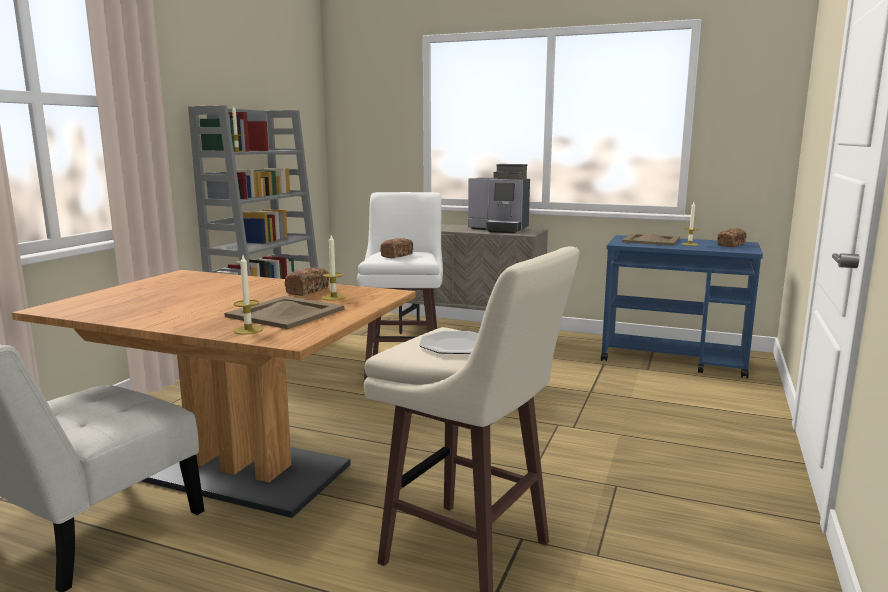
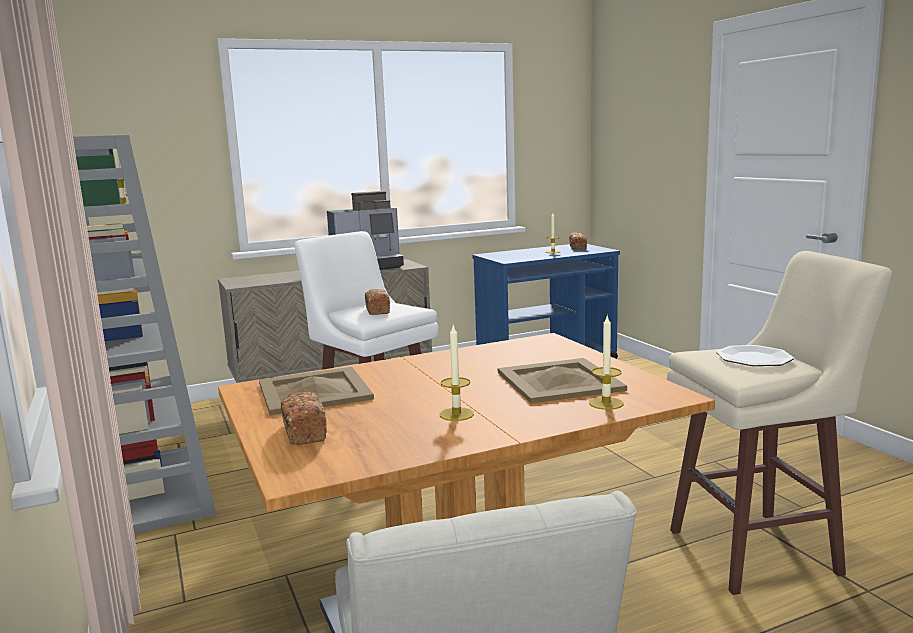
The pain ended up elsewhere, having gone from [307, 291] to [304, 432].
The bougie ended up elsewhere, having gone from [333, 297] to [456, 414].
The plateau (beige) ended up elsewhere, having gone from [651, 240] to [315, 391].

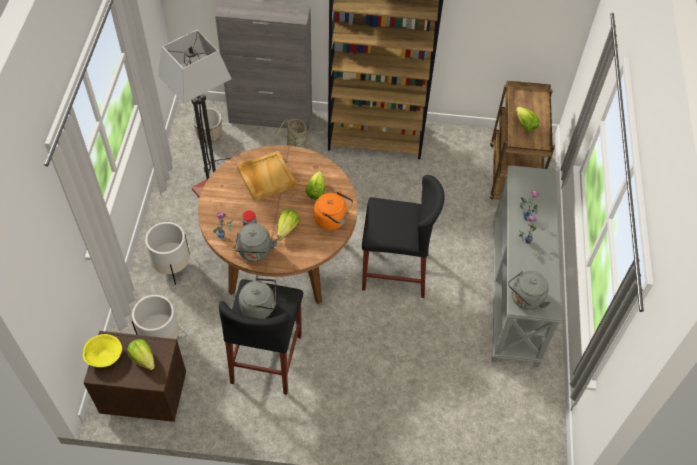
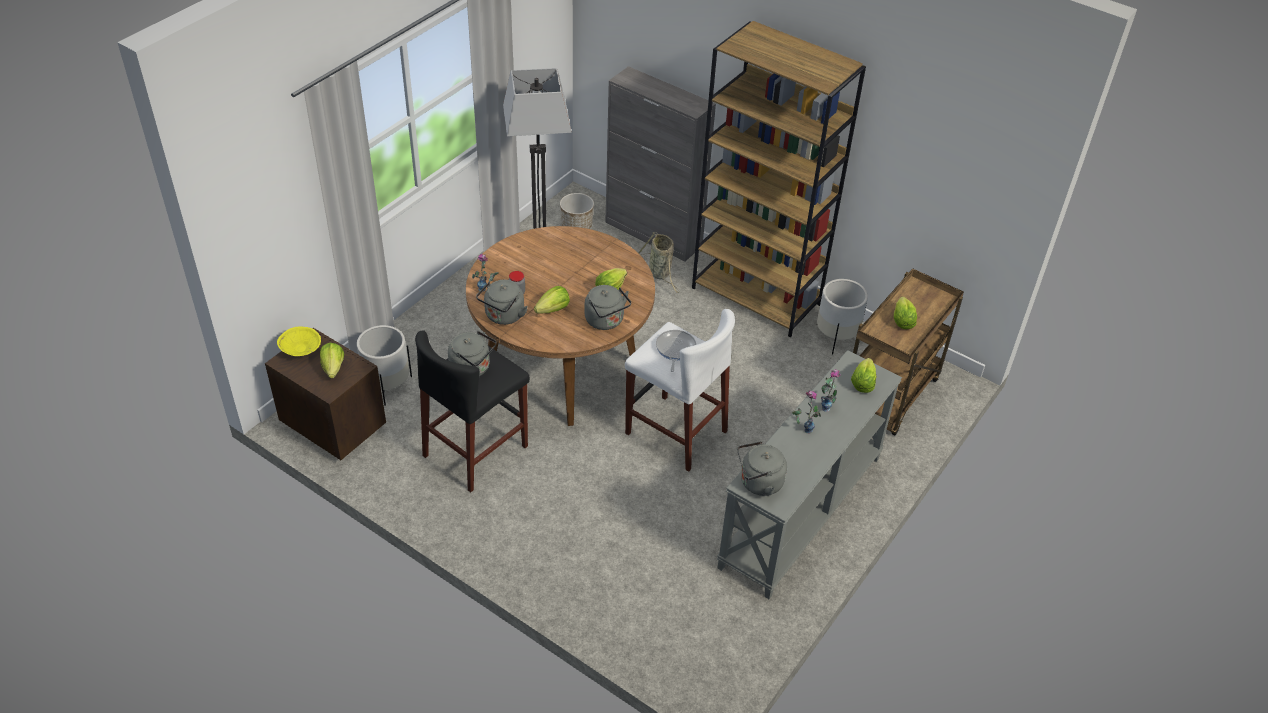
The cache-pot (blanc) ended up elsewhere, having gone from [172, 266] to [836, 337].
The second view lost the plateau (beige) at [266, 177].
What was the bouilloire (orange) at [332, 220] turned into the bouilloire (gris) at [606, 321].
What was the tabouret (noir) at [395, 271] turned into the tabouret (blanc) at [675, 432].
The second view gained the poêle at [675, 349].
The second view gained the laitue at [862, 383].

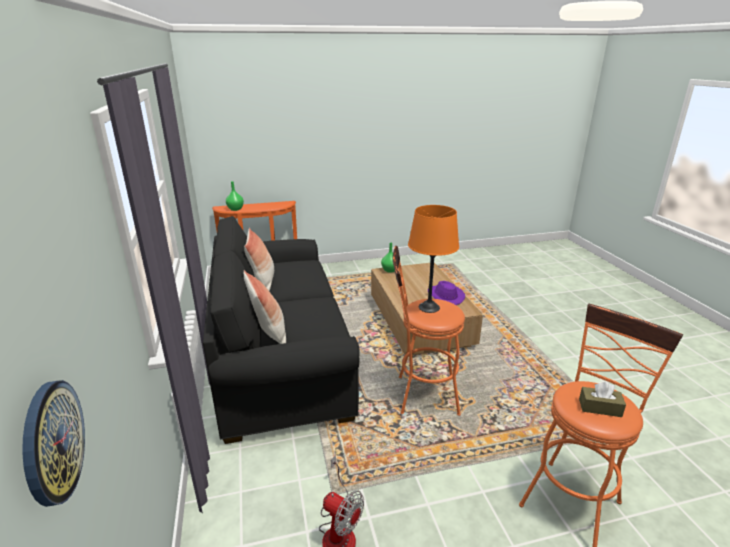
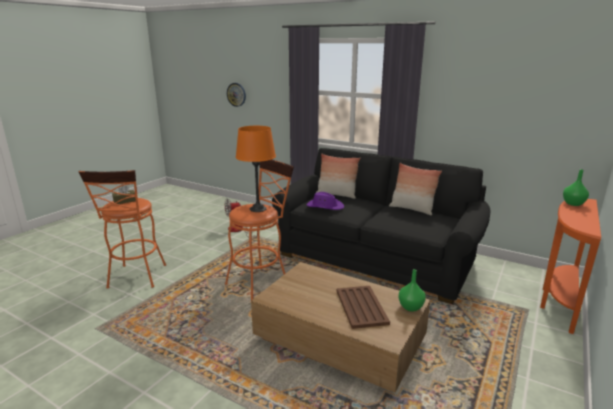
The chapeau (violet) ended up elsewhere, having gone from [445, 296] to [325, 206].
The second view gained the plateau (marron) at [361, 306].

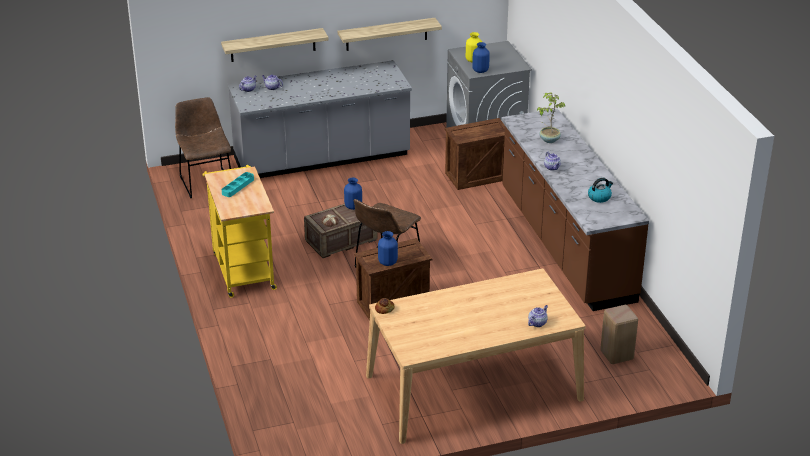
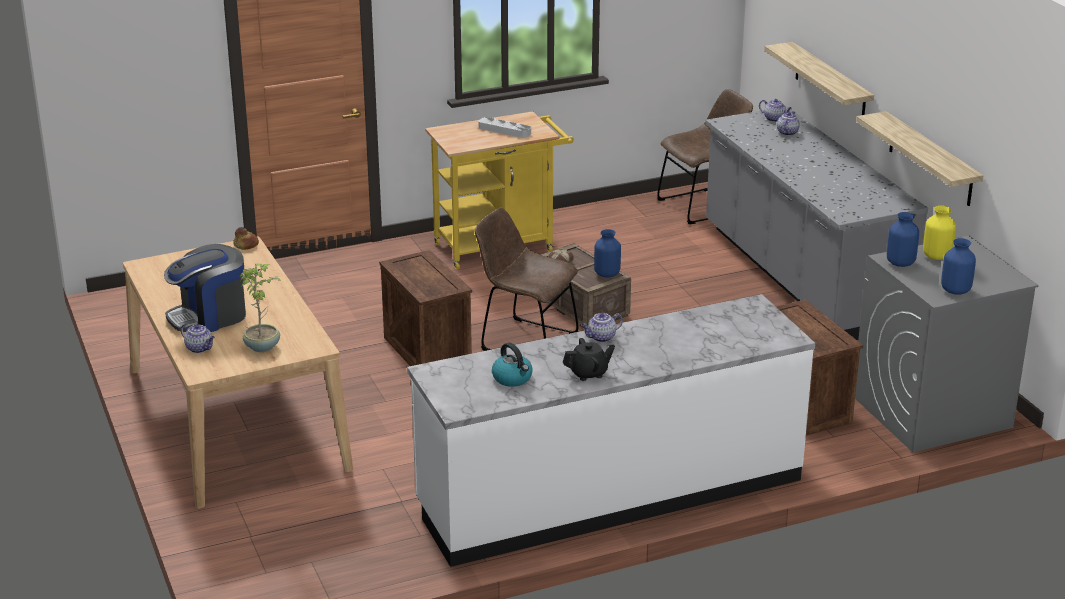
What was the plateau (turquoise) at [238, 186] turned into the plateau (gris) at [504, 130].
The vase (bleu) ended up elsewhere, having gone from [387, 262] to [956, 290].
What was the comptoir de cuisine (marron) at [565, 245] turned into the comptoir de cuisine (blanc) at [610, 493].
The plante en pot ended up elsewhere, having gone from [549, 140] to [263, 346].
The second view lost the tabouret (beige) at [617, 355].
The second view gained the machine à café at [209, 316].
The second view gained the théière (noir) at [588, 373].

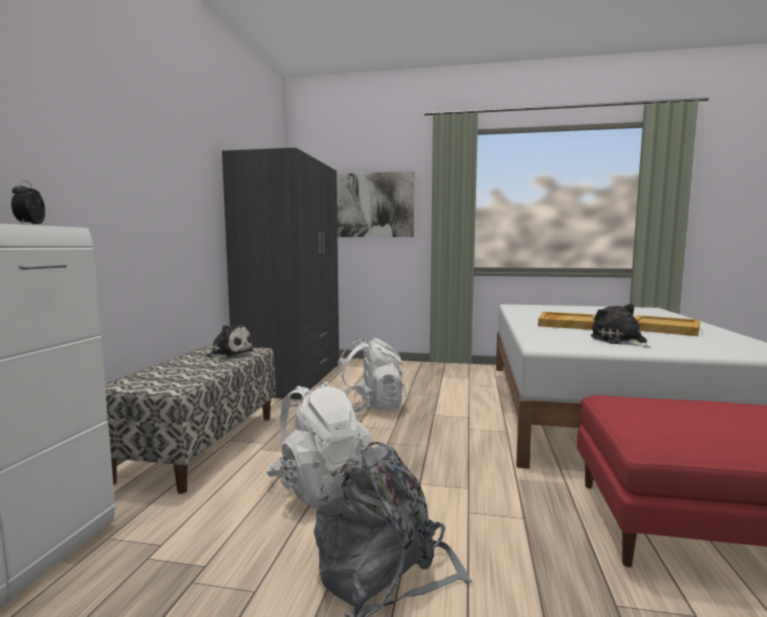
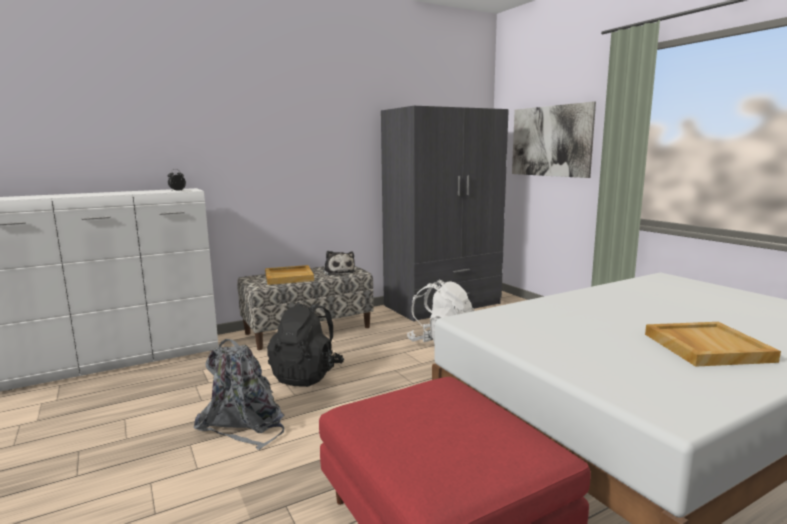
What was the sac à dos (blanc) at [321, 487] turned into the sac à dos (noir) at [307, 375].
The plateau (beige) ended up elsewhere, having gone from [567, 323] to [289, 277].
The second view lost the peluche at [620, 341].

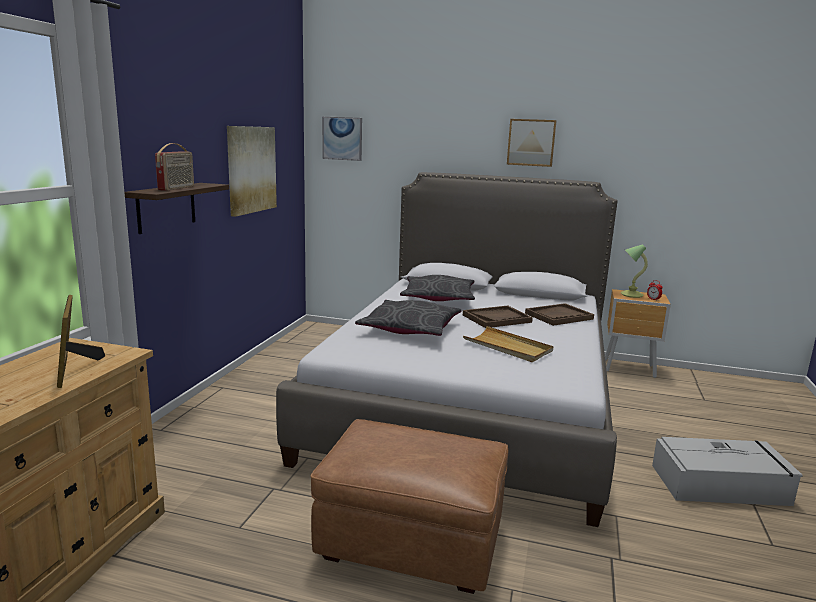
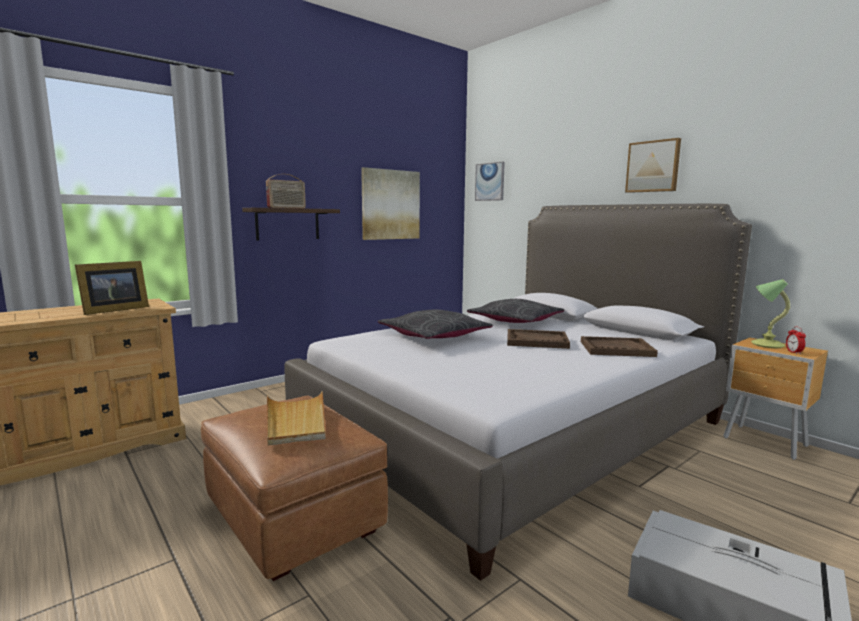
The cadre photo at [75, 369] ended up facing another way, 150 degrees counterclockwise from before.
The plateau (beige) ended up elsewhere, having gone from [508, 347] to [296, 421].

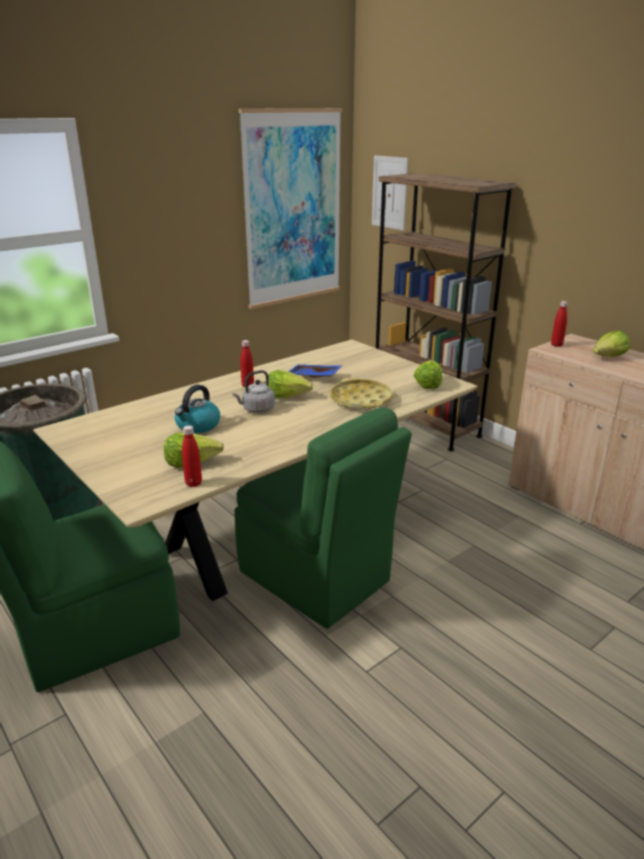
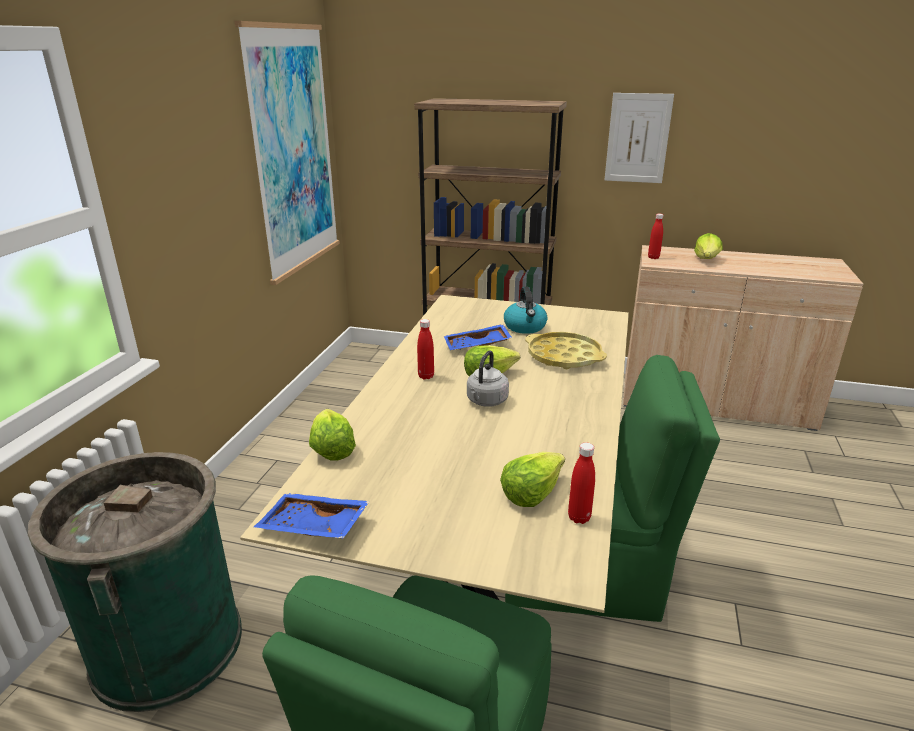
The bouilloire ended up elsewhere, having gone from [197, 426] to [525, 327].
The tableau ended up elsewhere, having gone from [389, 192] to [637, 138].
The laitue ended up elsewhere, having gone from [428, 384] to [331, 449].
The second view gained the plateau (bleu) at [312, 527].

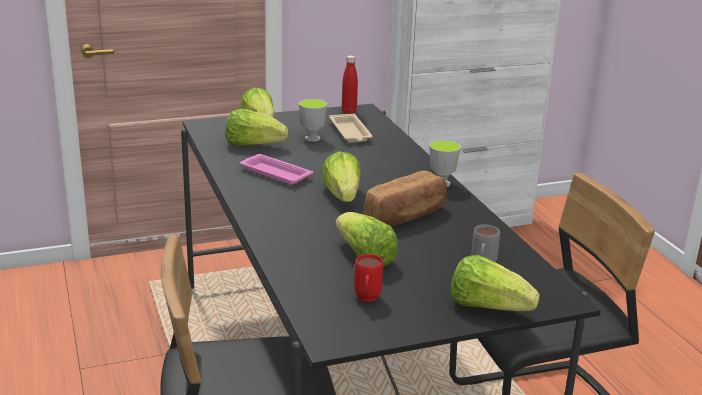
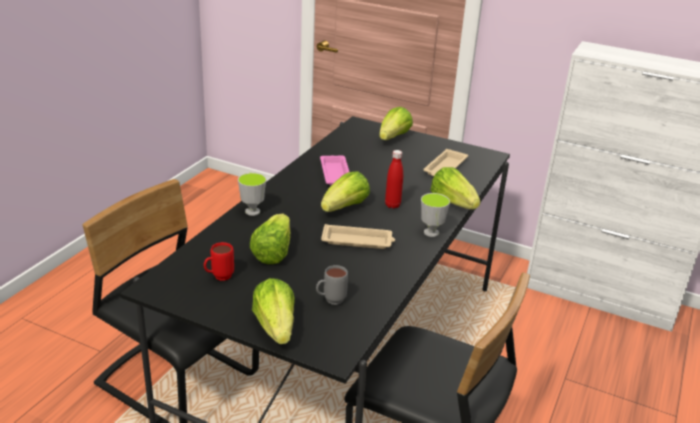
The laitue ended up elsewhere, having gone from [253, 145] to [453, 203].
The tasse ended up elsewhere, having gone from [312, 138] to [252, 211].
The bouteille (rouge) ended up elsewhere, having gone from [349, 112] to [392, 205].
Where the pain stood at [407, 215], the plateau (beige) came to stand at [358, 241].

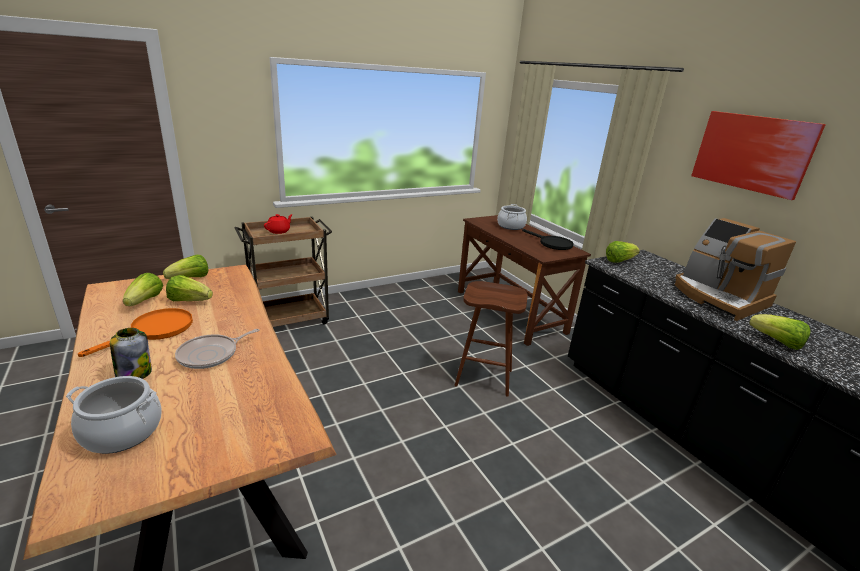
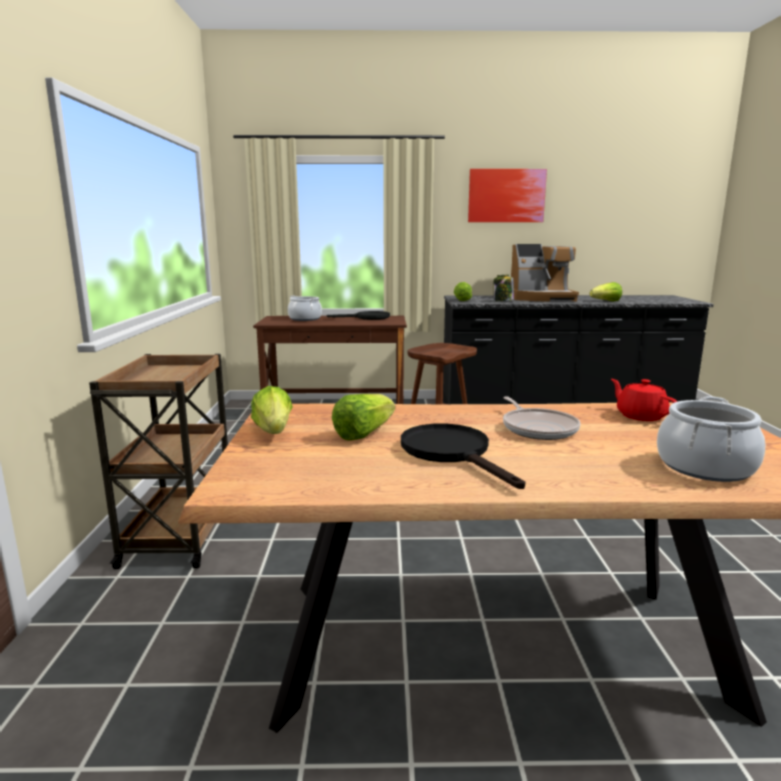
What was the poêle (orange) at [154, 331] turned into the poêle (noir) at [452, 453].
The bocal ended up elsewhere, having gone from [134, 373] to [503, 301].
The second view lost the laitue at [145, 301].
The théière (rouge) ended up elsewhere, having gone from [279, 231] to [640, 416].

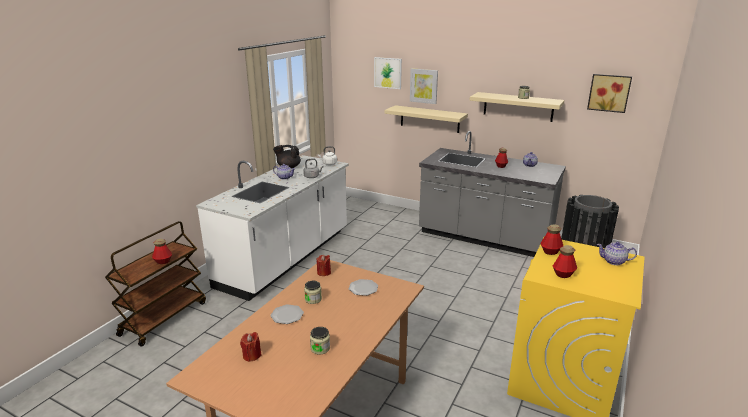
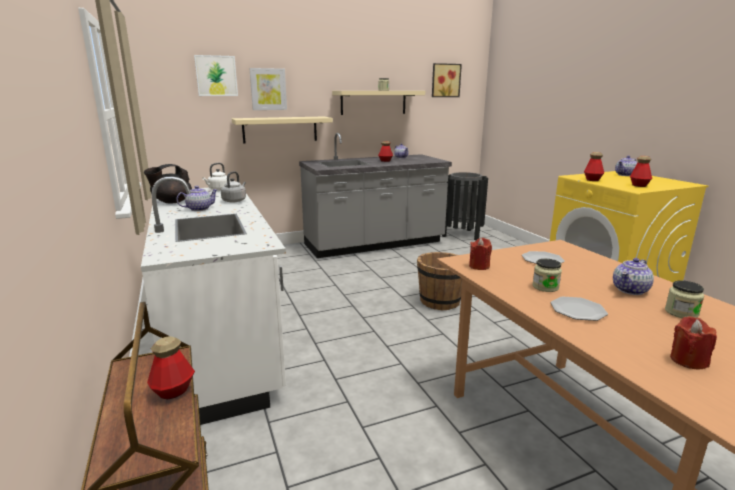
The second view gained the seau (marron) at [440, 301].
The second view gained the théière at [630, 290].

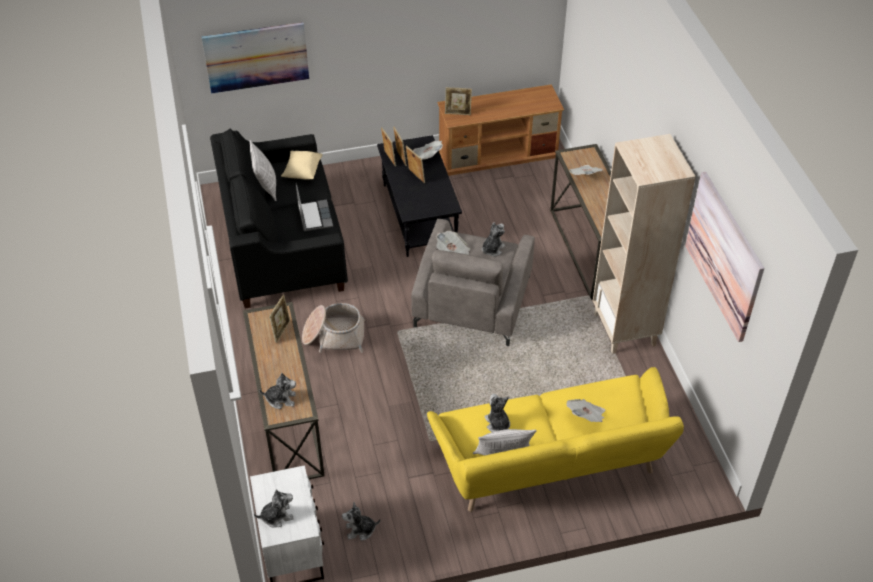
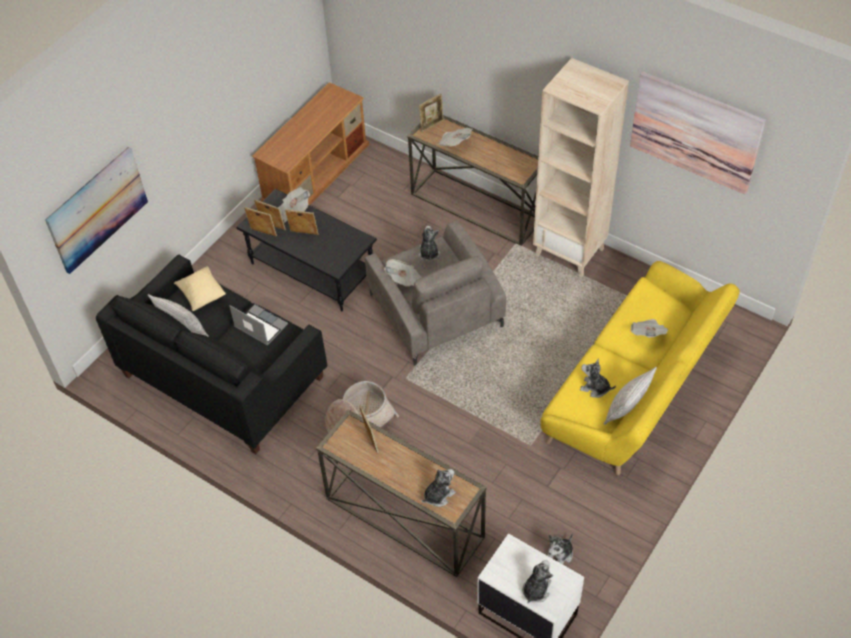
The cadre photo ended up elsewhere, having gone from [458, 113] to [431, 125].

